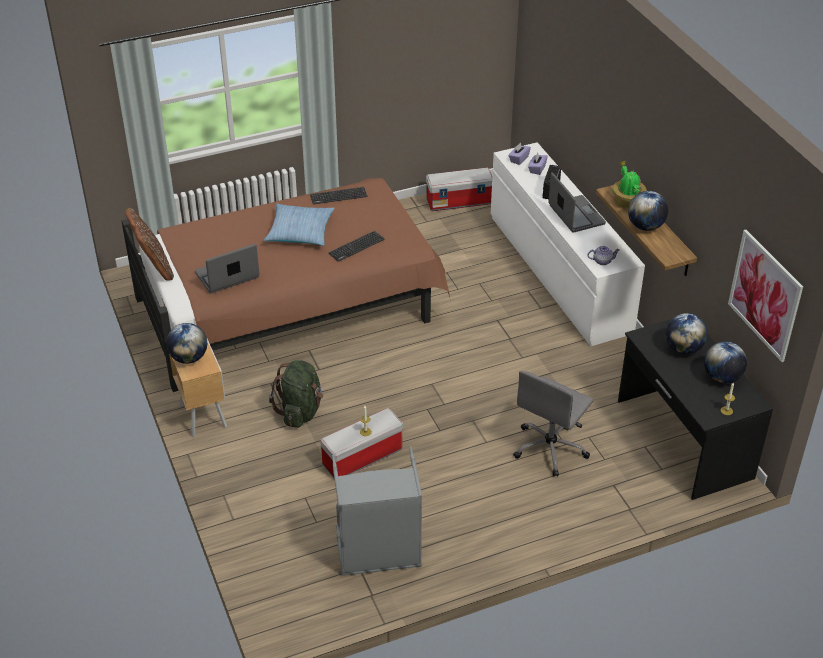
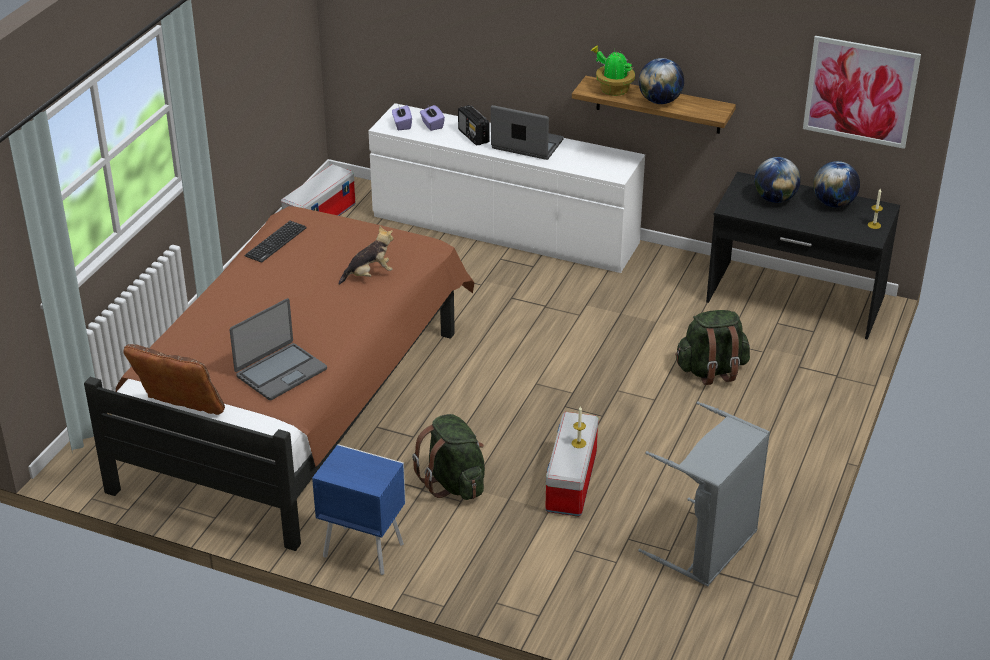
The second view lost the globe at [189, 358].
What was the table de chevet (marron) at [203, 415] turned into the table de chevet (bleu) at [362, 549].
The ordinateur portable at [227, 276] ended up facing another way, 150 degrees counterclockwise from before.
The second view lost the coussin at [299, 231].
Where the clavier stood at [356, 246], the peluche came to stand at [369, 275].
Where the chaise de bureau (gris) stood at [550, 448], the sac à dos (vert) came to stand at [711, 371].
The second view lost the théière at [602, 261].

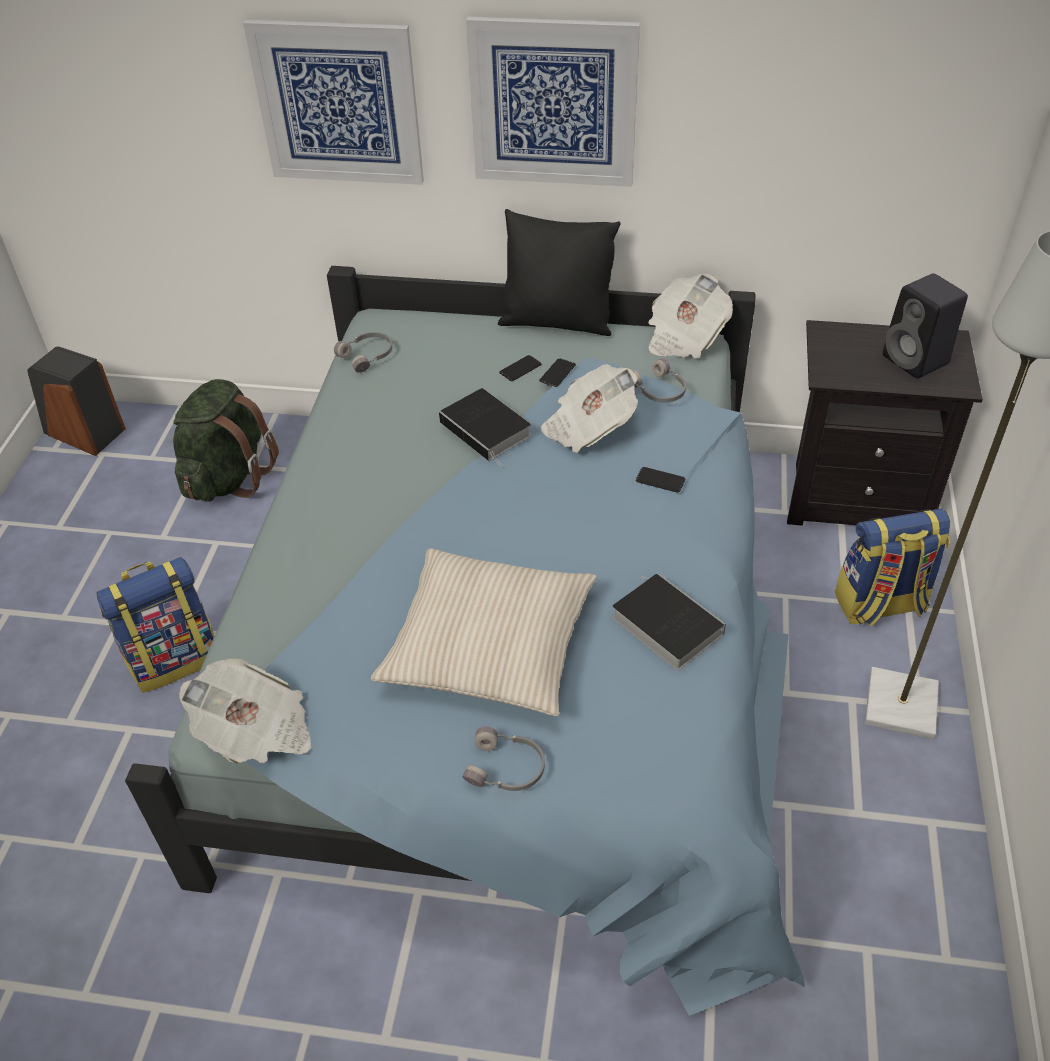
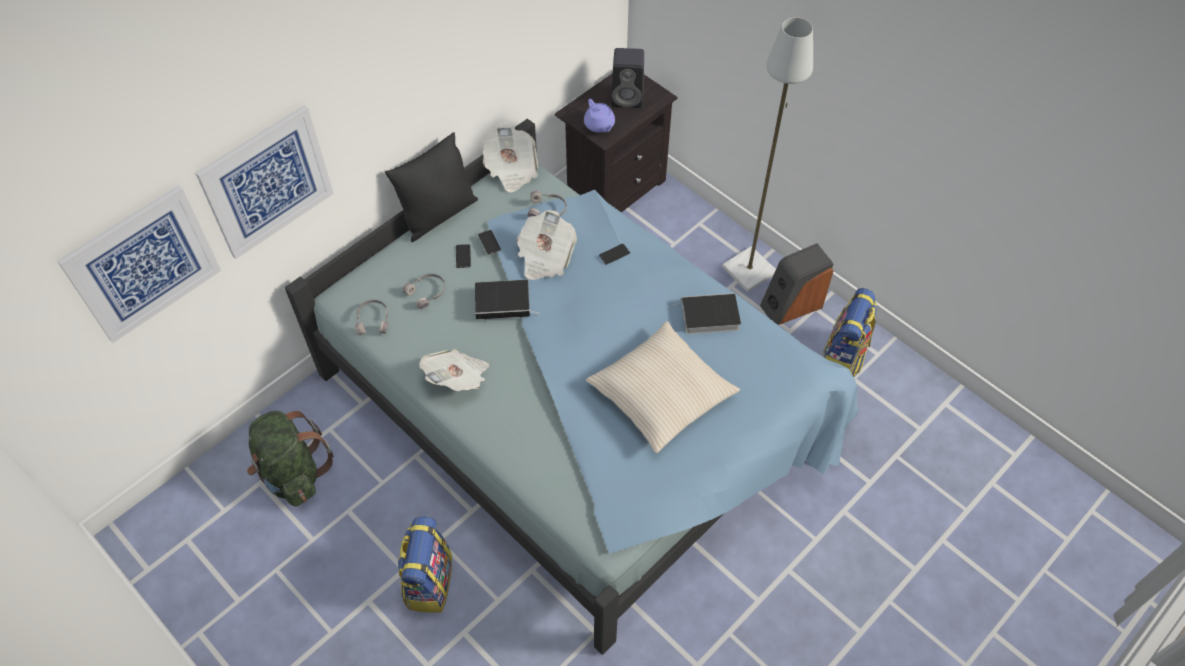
The enceinte ended up elsewhere, having gone from [84, 432] to [791, 305].
The journal ended up elsewhere, having gone from [256, 732] to [458, 378].
The casque audio (gris) ended up elsewhere, having gone from [506, 769] to [427, 293].
The tableau ended up elsewhere, having gone from [553, 103] to [143, 264].
The sac à dos ended up elsewhere, having gone from [880, 605] to [844, 356].
The second view gained the théière (violet) at [599, 125].

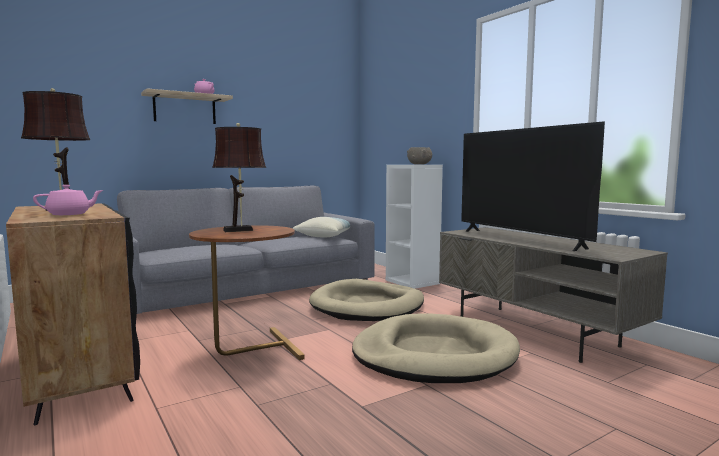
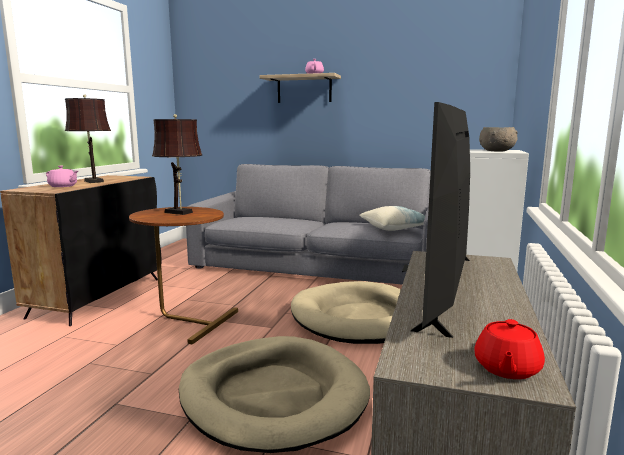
The second view gained the théière (rouge) at [506, 369].

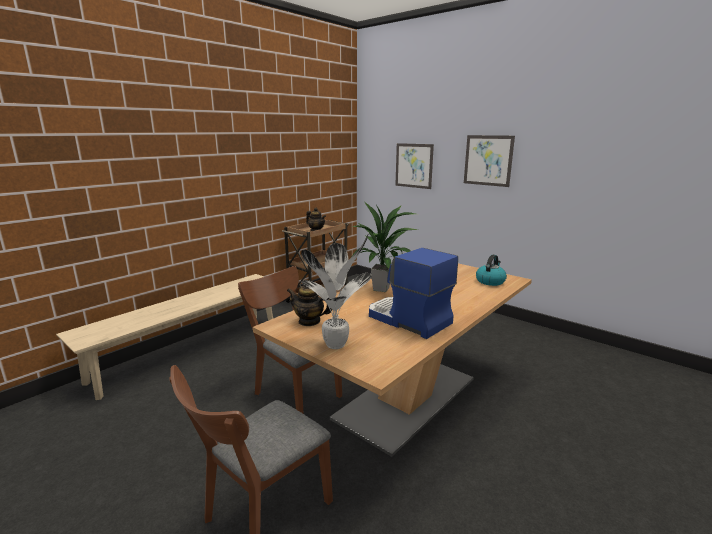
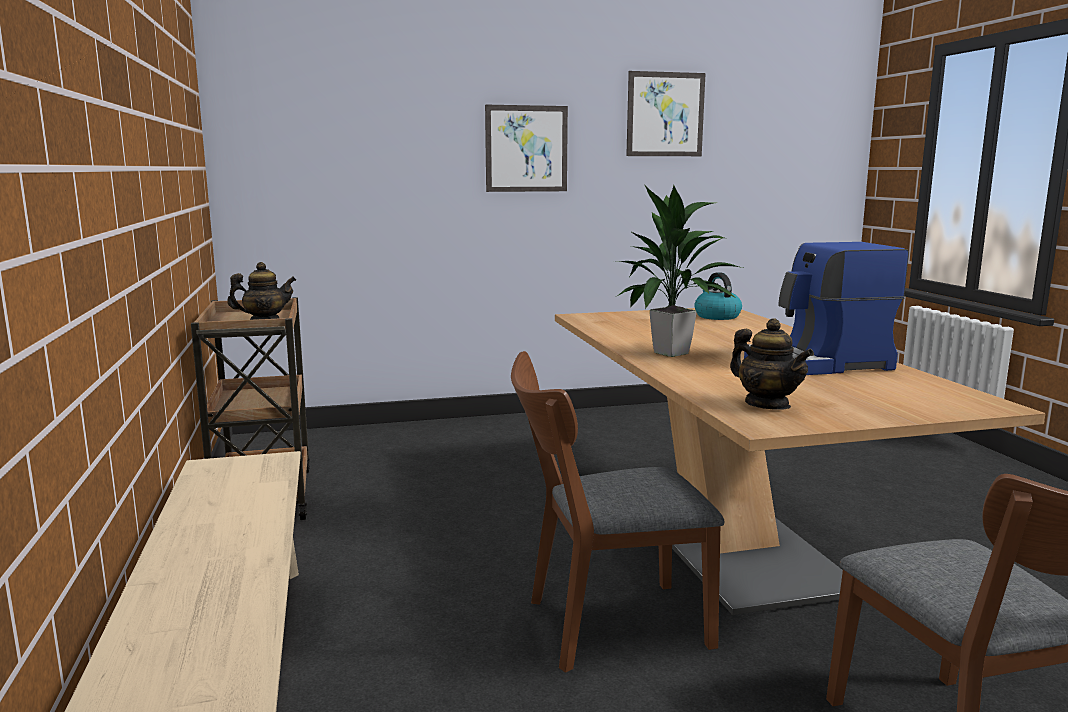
The théière at [309, 321] ended up facing another way, 90 degrees counterclockwise from before.
The second view lost the plante en pot at [337, 345].
The tableau ended up elsewhere, having gone from [414, 165] to [665, 114].

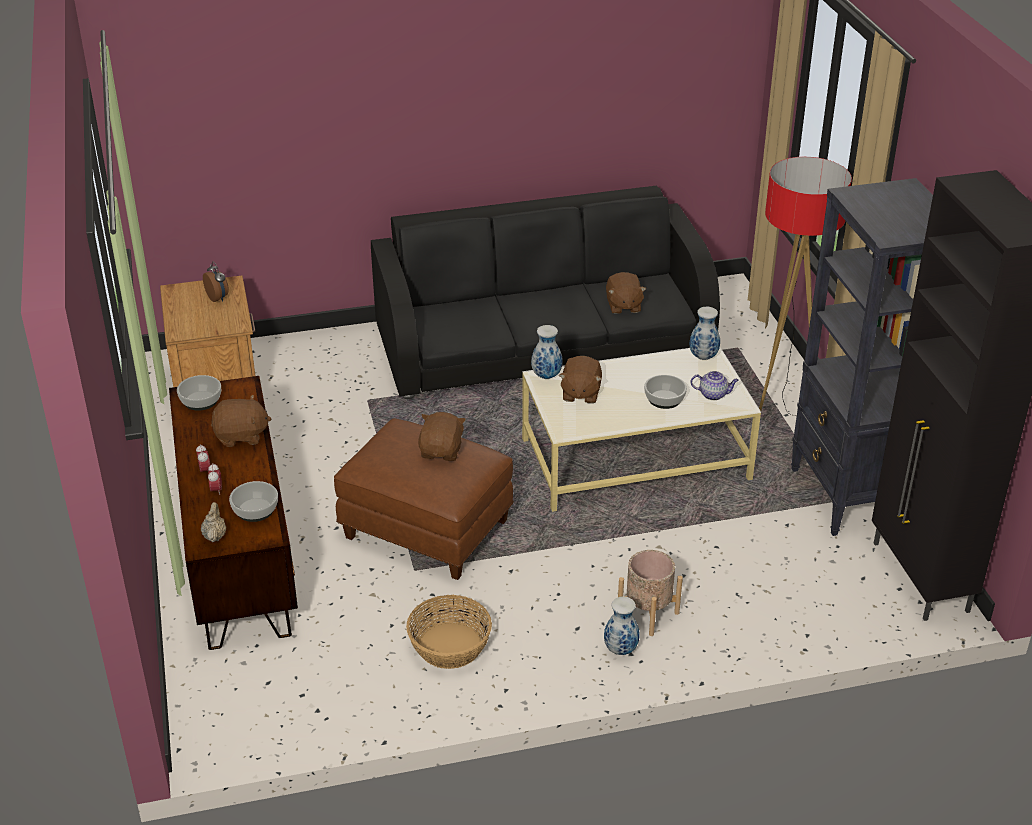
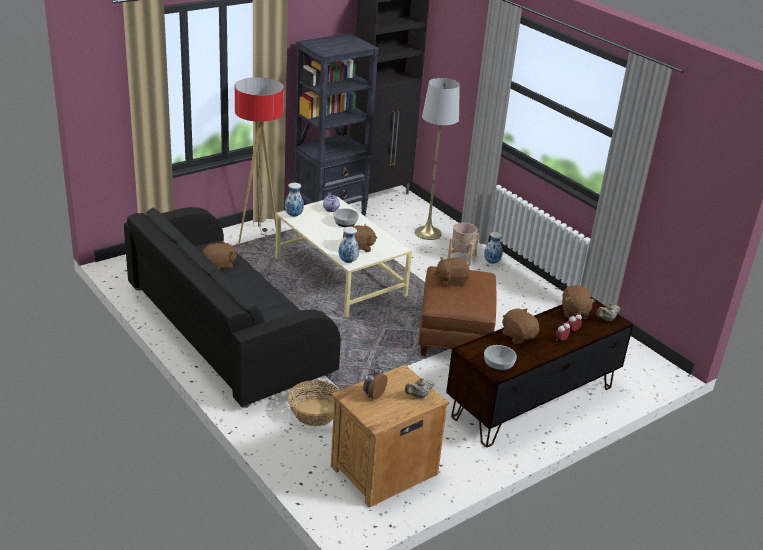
Where the bol stood at [255, 510], the peluche (marron) came to stand at [574, 312].
The panier ended up elsewhere, having gone from [449, 645] to [315, 413].
The second view gained the théière (beige) at [418, 396].
The second view gained the lampadaire (gris) at [428, 233].

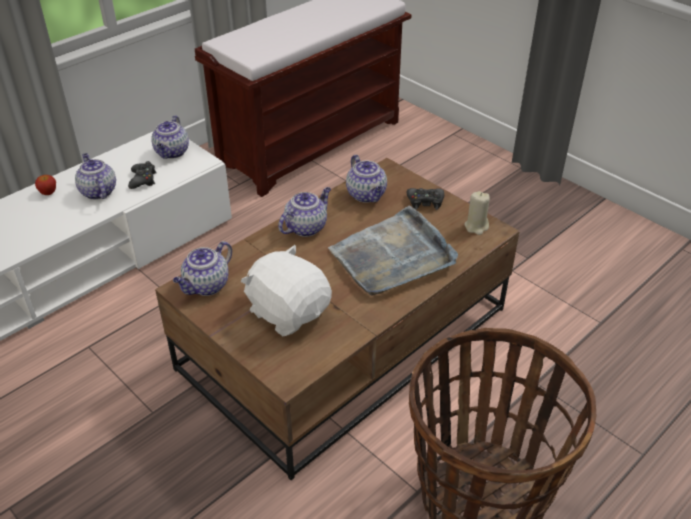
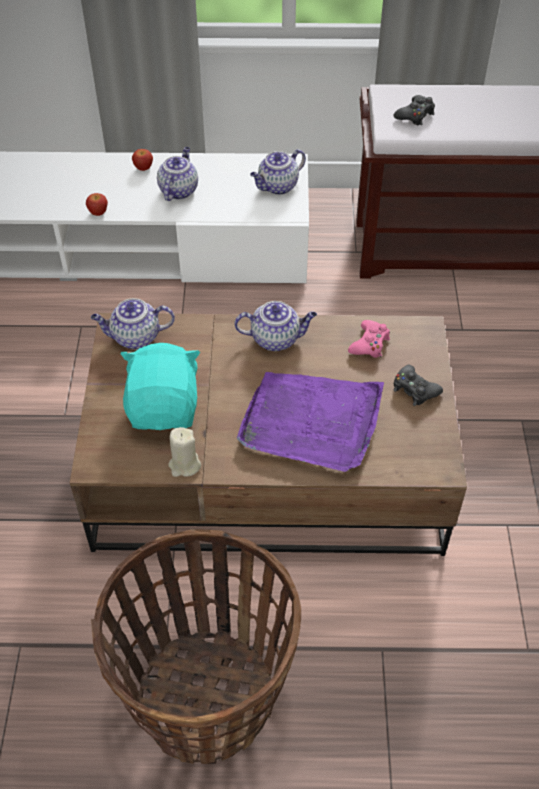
The manette (noir) ended up elsewhere, having gone from [143, 180] to [415, 115].
What was the peluche (blanc) at [288, 311] turned into the peluche (turquoise) at [164, 408].
What was the plateau (gris) at [393, 256] turned into the plateau (violet) at [311, 422].
Where the théière stood at [367, 195], the manette (rose) came to stand at [369, 344].
The bougie (beige) ended up elsewhere, having gone from [476, 226] to [184, 465].
The second view gained the pomme at [98, 212].

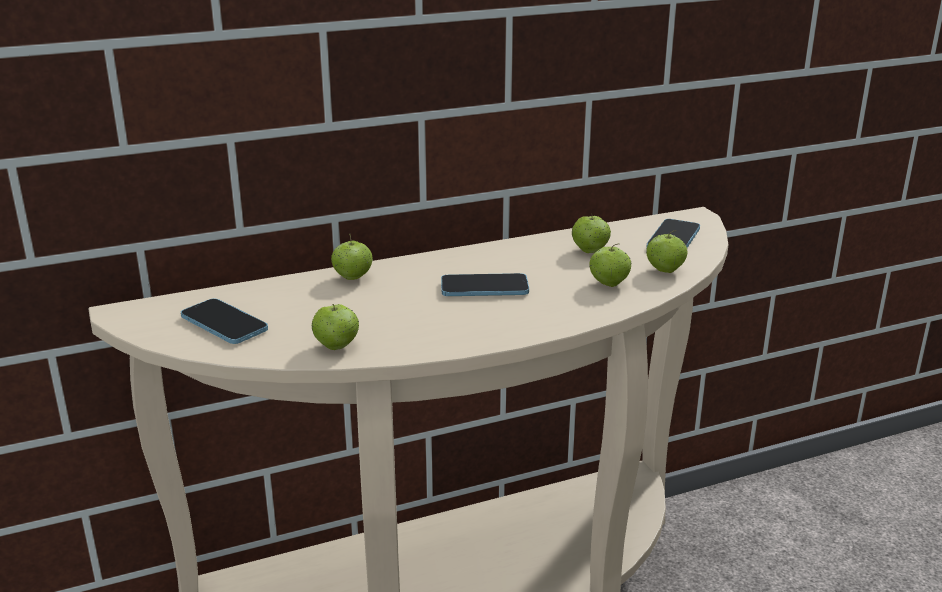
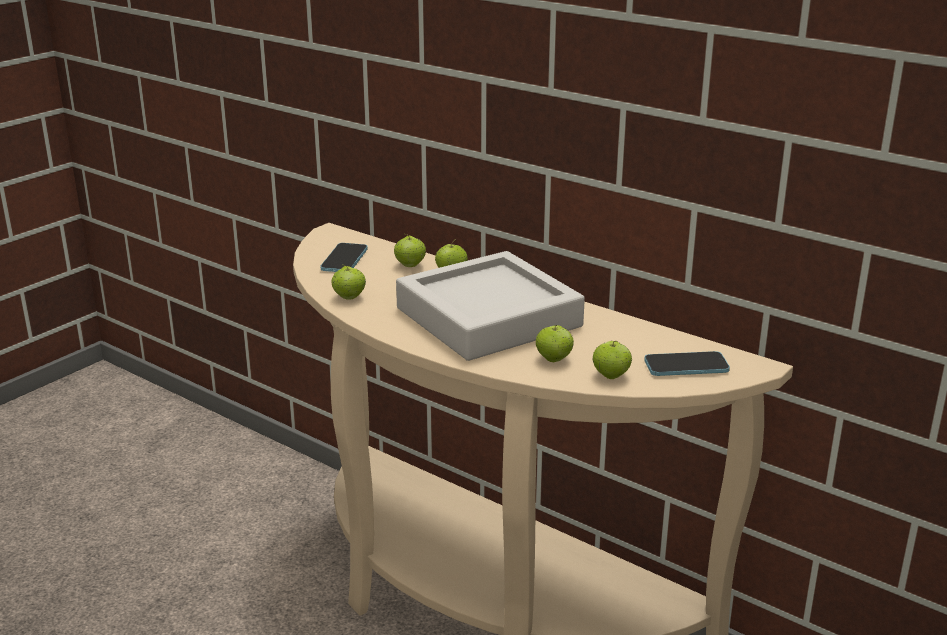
Where the téléphone stood at [484, 288], the plateau (gris) came to stand at [488, 317].
The pomme ended up elsewhere, having gone from [590, 251] to [410, 265].

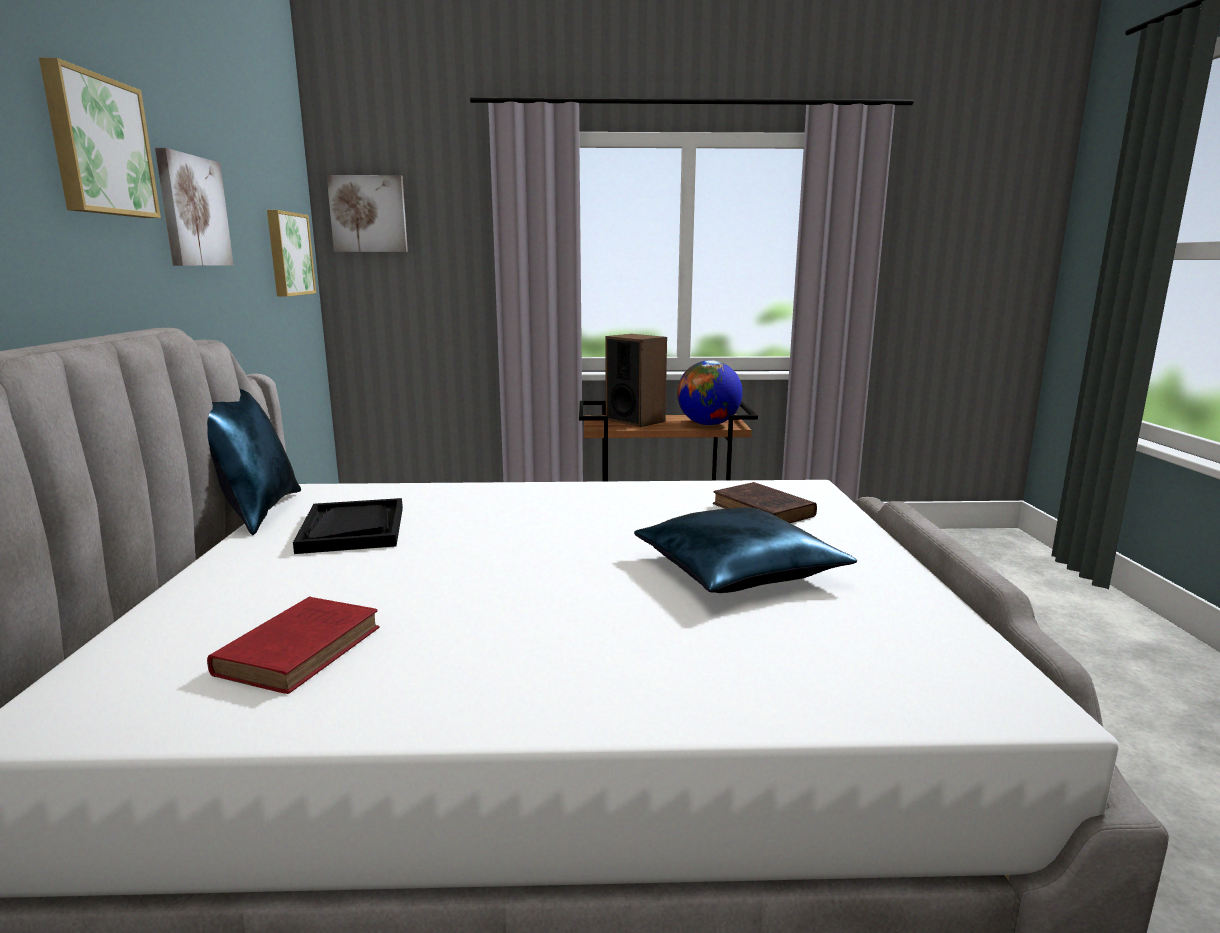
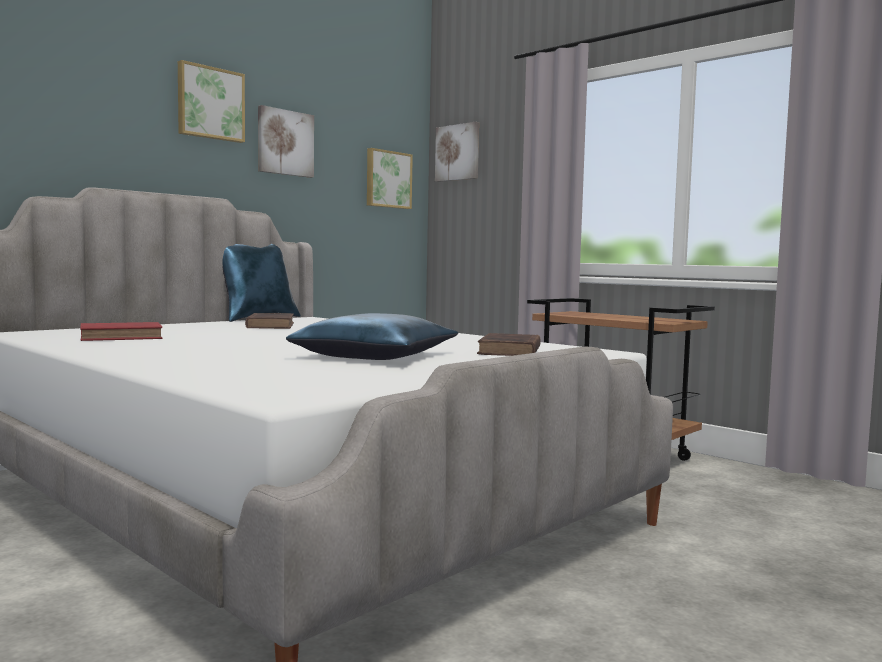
Where the plateau (noir) stood at [352, 529], the livre (marron) came to stand at [270, 325].
The second view lost the enceinte at [635, 420].
The second view lost the globe at [708, 424].

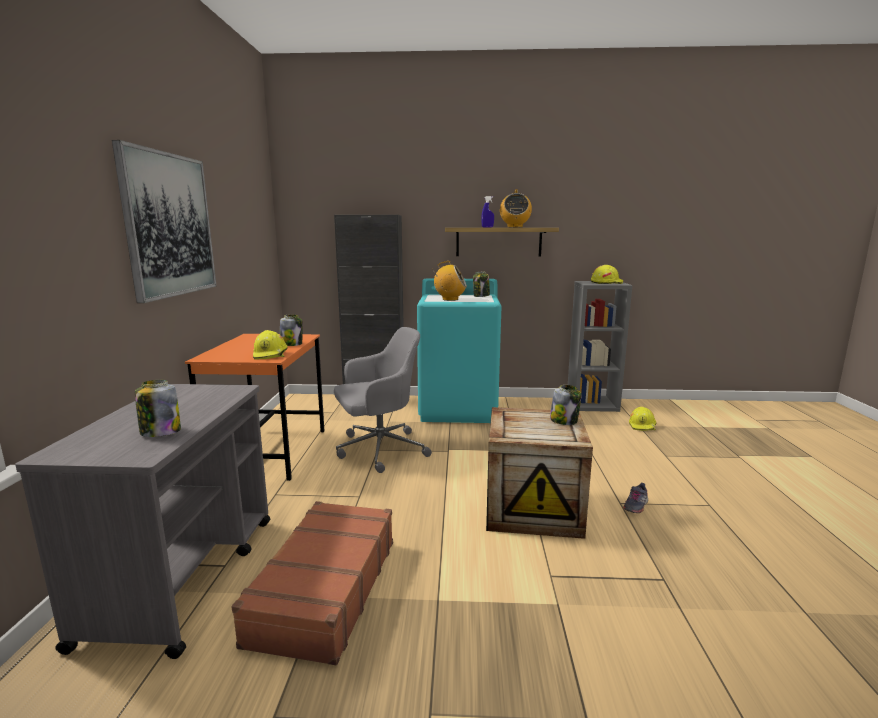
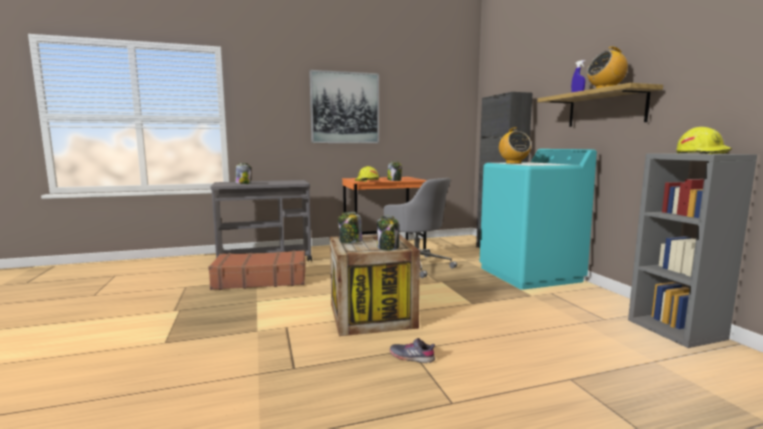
The bocal ended up elsewhere, having gone from [481, 296] to [350, 242].
The second view lost the casque de chantier (jaune) at [642, 426].

